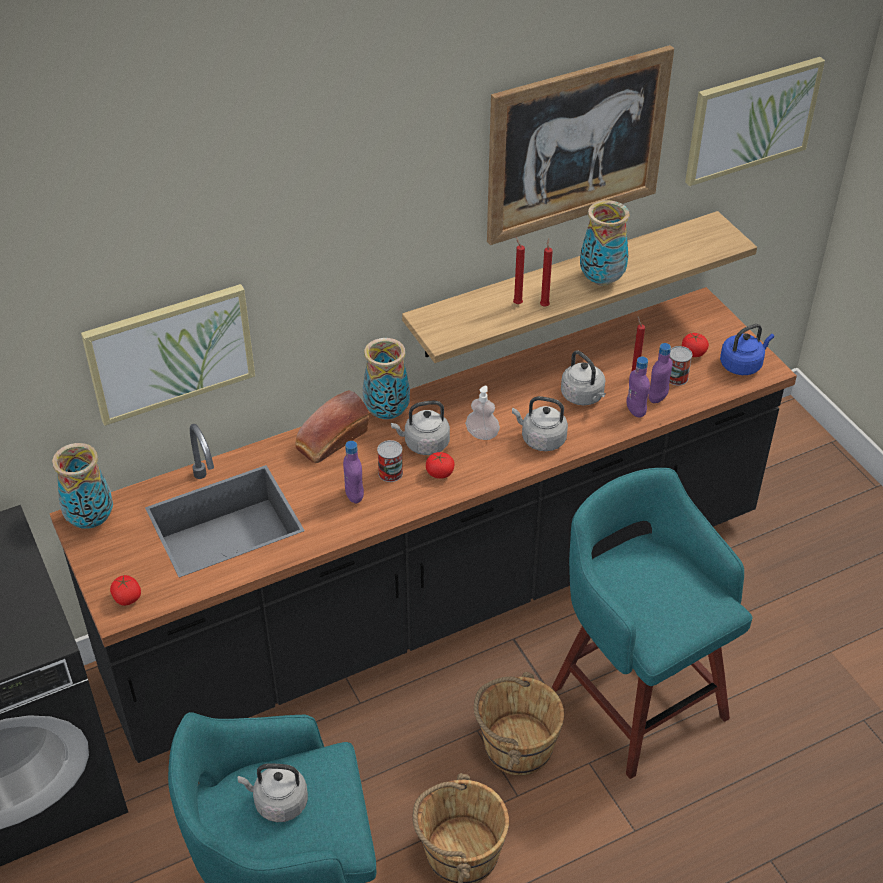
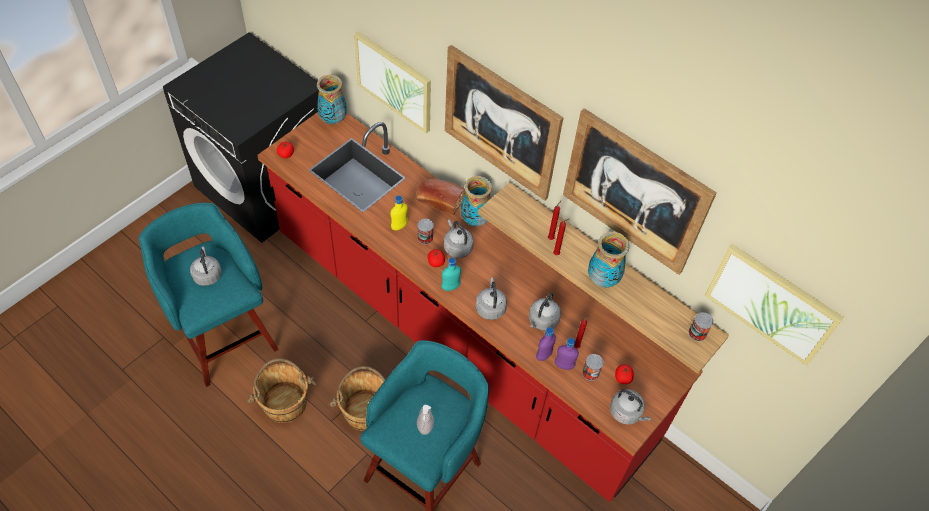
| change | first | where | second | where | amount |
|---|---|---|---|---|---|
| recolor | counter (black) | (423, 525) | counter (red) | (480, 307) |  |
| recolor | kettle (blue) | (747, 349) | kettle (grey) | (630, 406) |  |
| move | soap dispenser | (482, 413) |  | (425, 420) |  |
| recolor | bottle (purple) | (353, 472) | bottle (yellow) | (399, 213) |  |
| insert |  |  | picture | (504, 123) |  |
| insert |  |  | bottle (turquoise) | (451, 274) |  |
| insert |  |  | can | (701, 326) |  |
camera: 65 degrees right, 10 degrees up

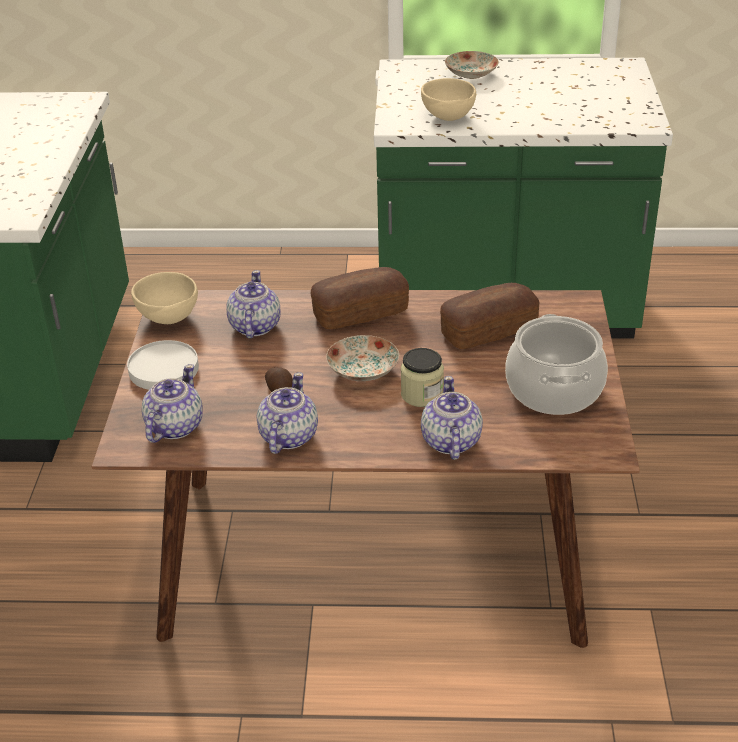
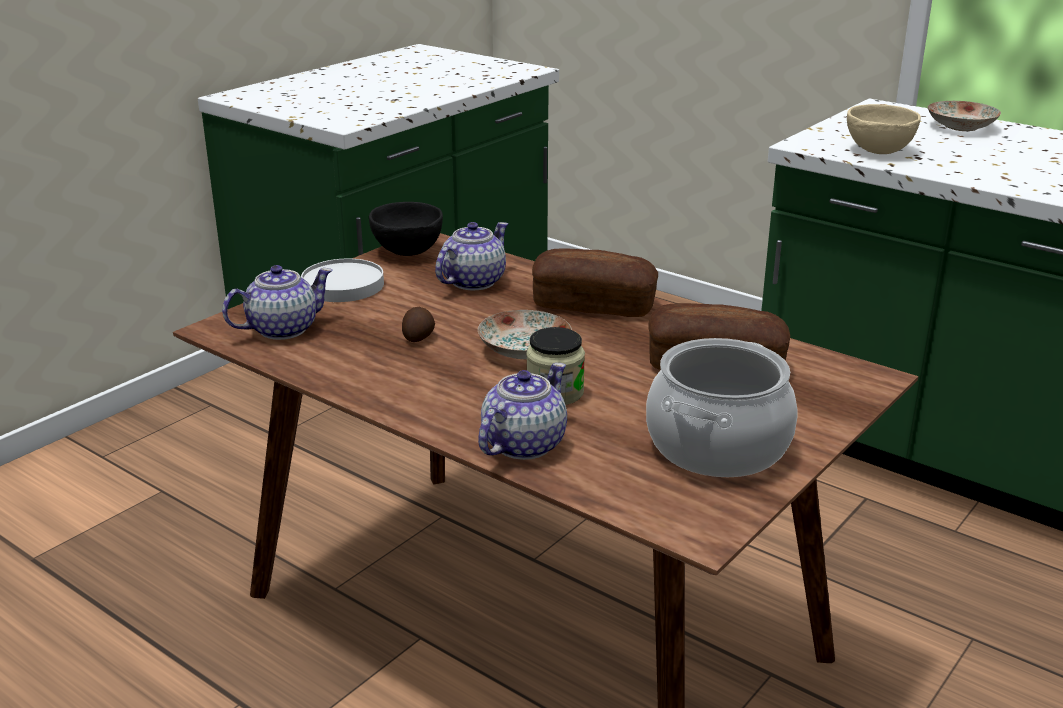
| change | first | where | second | where | amount |
|---|---|---|---|---|---|
| recolor | bowl (beige) | (164, 298) | bowl (black) | (406, 229) |  |
| delete | teapot | (287, 413) |  |  |  |
camera: 35 degrees right, 10 degrees down

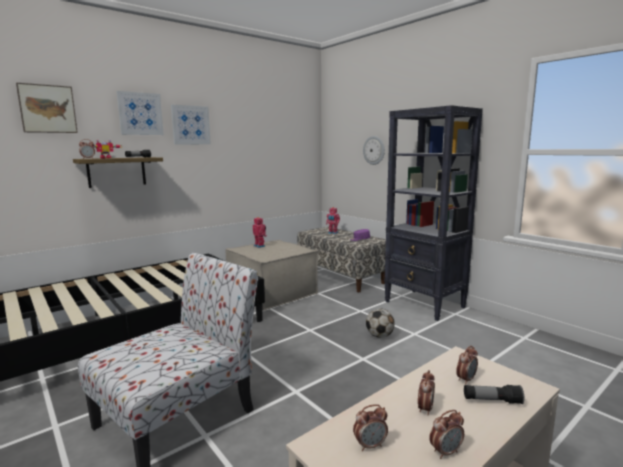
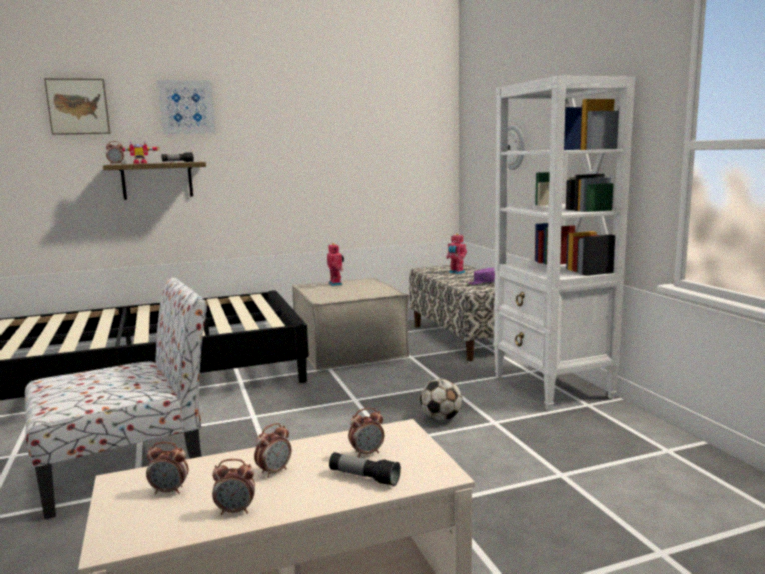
| change | first | where | second | where | amount |
|---|---|---|---|---|---|
| delete | picture | (191, 124) |  |  |  |
| recolor | bookcase (black) | (433, 213) | bookcase (white) | (564, 243) |  |
camera: 20 degrees right, 0 degrees up

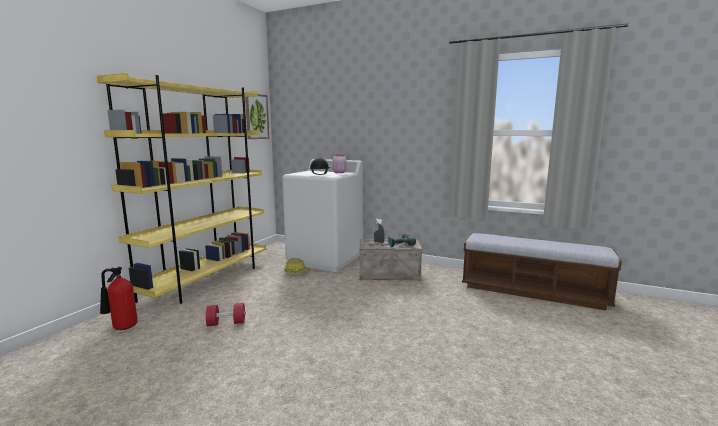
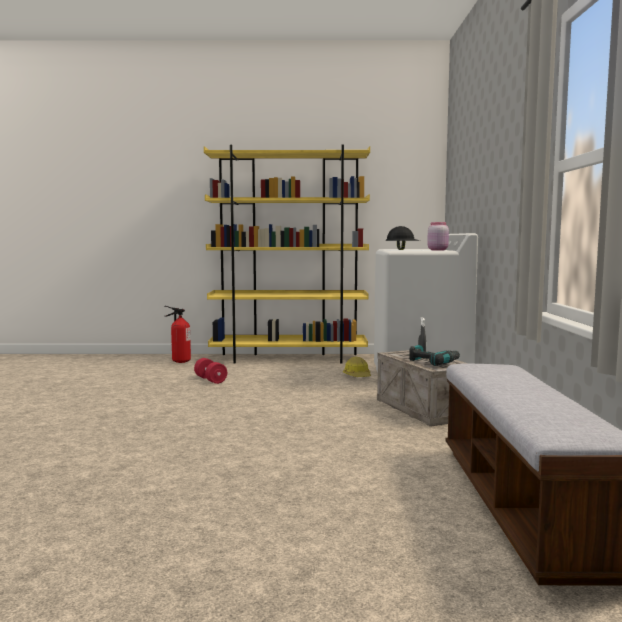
| change | first | where | second | where | amount |
|---|---|---|---|---|---|
| delete | picture | (257, 116) |  |  |  |
camera: 65 degrees right, 5 degrees down

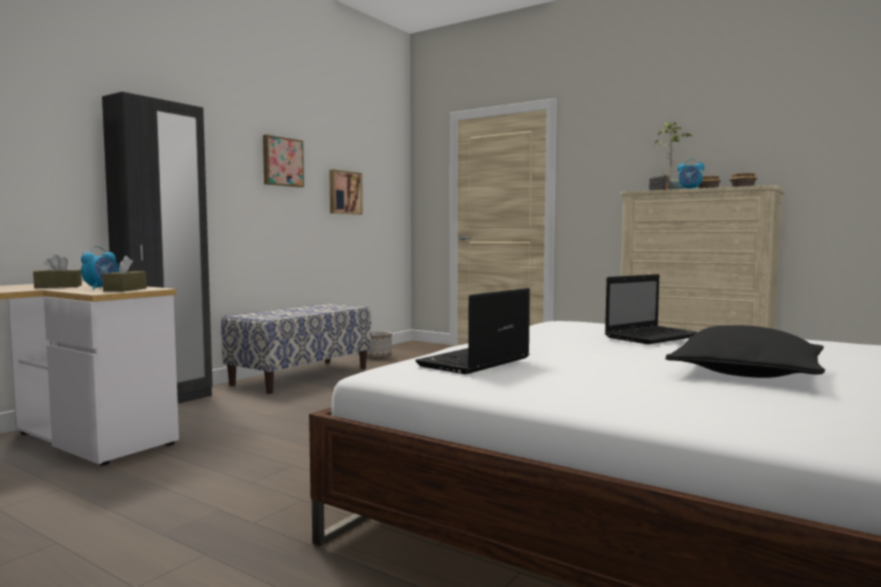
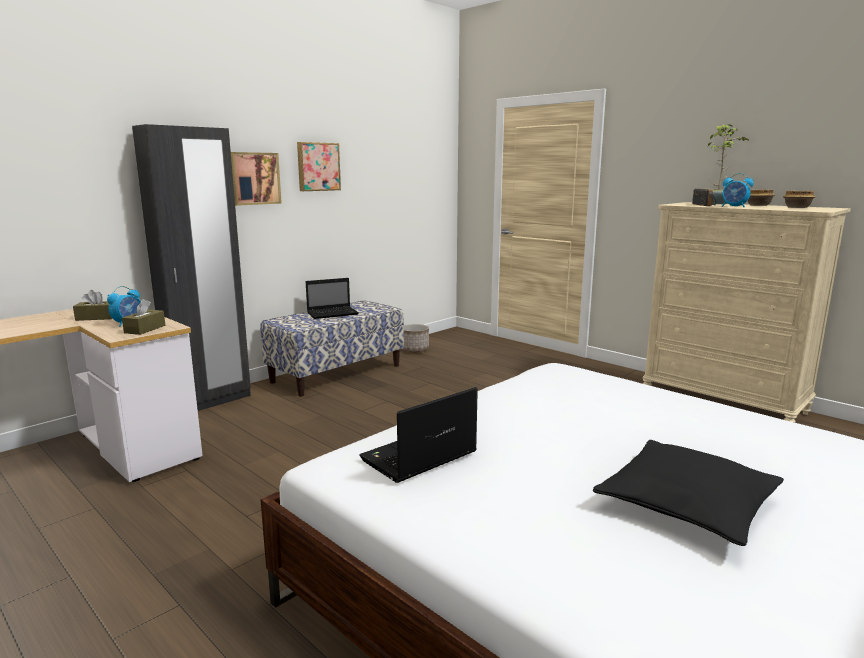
| change | first | where | second | where | amount |
|---|---|---|---|---|---|
| move | picture | (346, 192) |  | (256, 179) |  |
| move | laptop | (651, 309) |  | (332, 298) |  |
camera: 10 degrees right, 10 degrees up

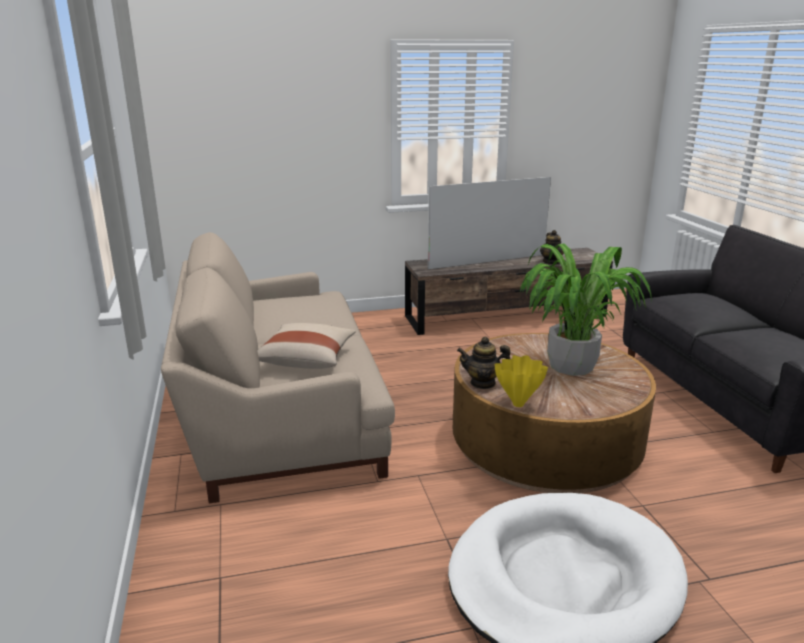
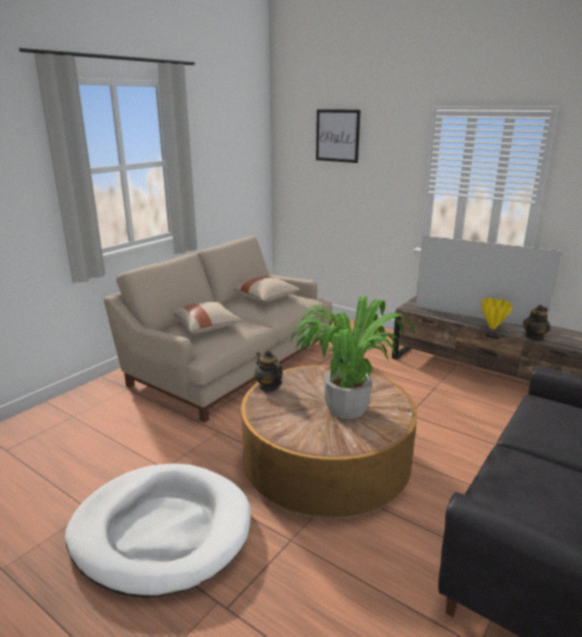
| change | first | where | second | where | amount |
|---|---|---|---|---|---|
| move | vase (yellow) | (521, 381) |  | (497, 313) |  |
| insert |  |  | picture | (338, 136) |  |
| insert |  |  | pillow (beige) | (267, 289) |  |
camera: 50 degrees right, 0 degrees up

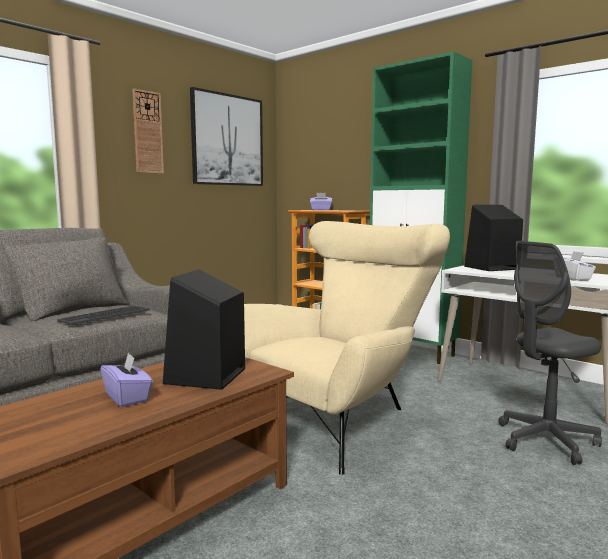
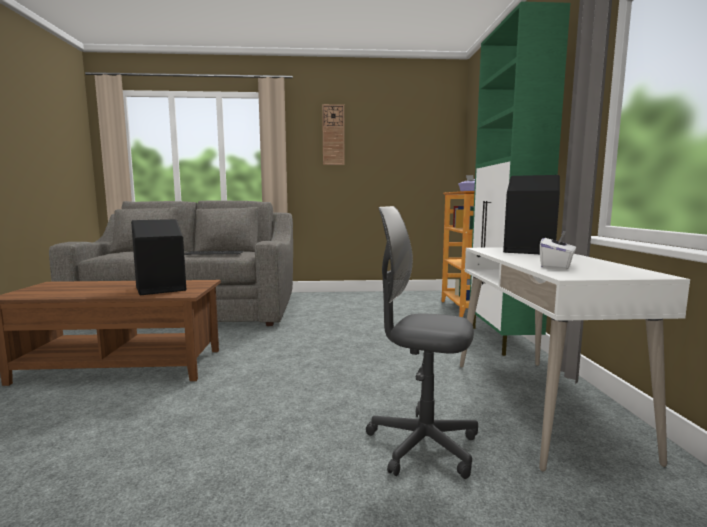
| change | first | where | second | where | amount |
|---|---|---|---|---|---|
| delete | picture | (226, 136) |  |  |  |
| delete | armchair (beige) | (347, 348) |  |  |  |
| delete | tissue box (purple) | (127, 379) |  |  |  |
camera: 45 degrees right, 0 degrees up

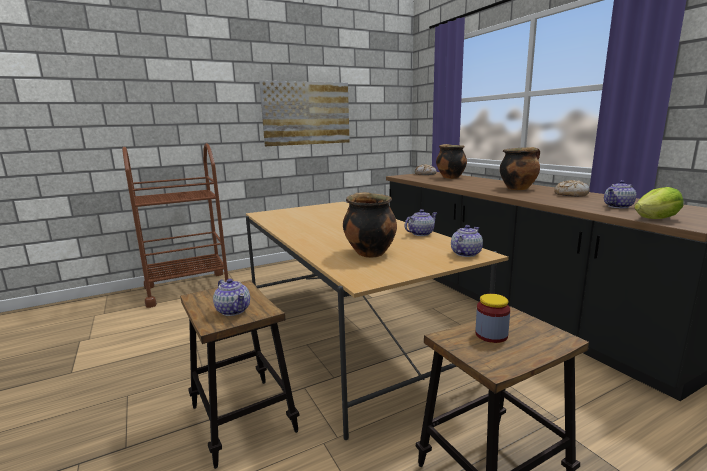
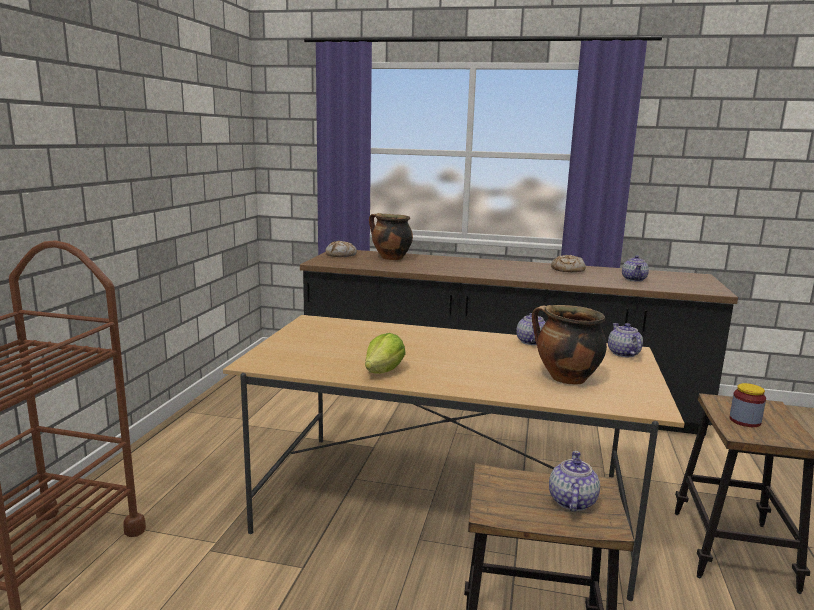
| change | first | where | second | where | amount |
|---|---|---|---|---|---|
| delete | picture | (304, 113) |  |  |  |
| delete | cooking pot | (520, 168) |  |  |  |
| move | lettuce | (659, 203) |  | (385, 353) |  |
| rotate | teapot | (231, 297) |  | (574, 481) | 75 degrees counterclockwise |
camera: 50 degrees left, 0 degrees up

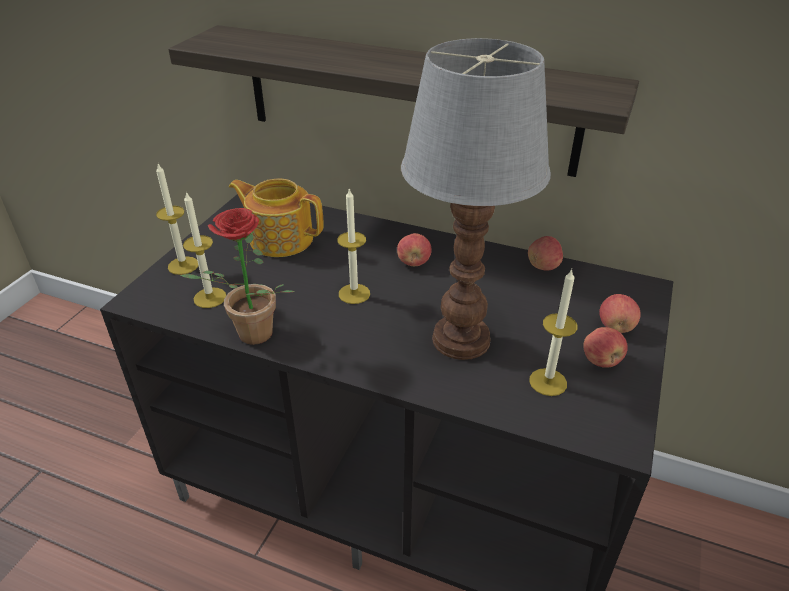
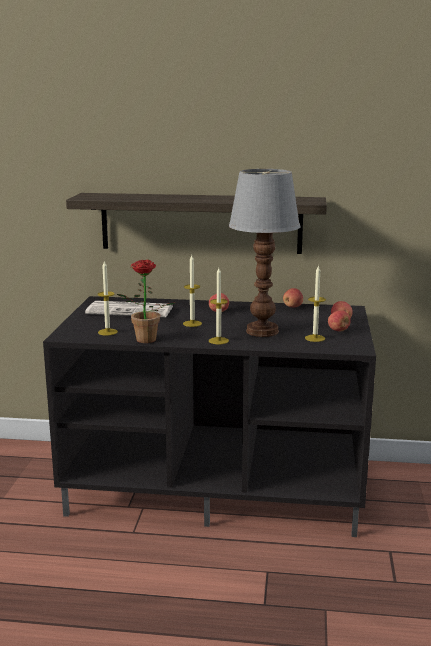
| change | first | where | second | where | amount |
|---|---|---|---|---|---|
| move | candle | (177, 219) |  | (219, 306) |  |
| replace | teapot | (276, 217) | newspaper | (129, 309) |  |
camera: 15 degrees left, 20 degrees down

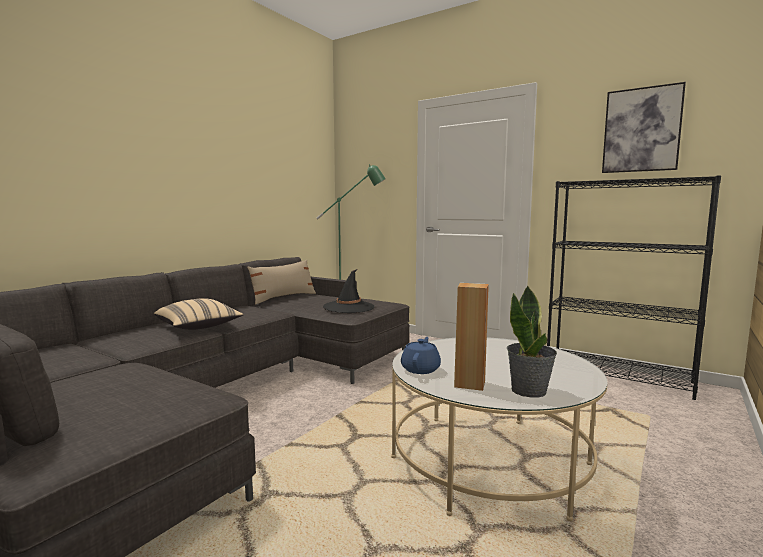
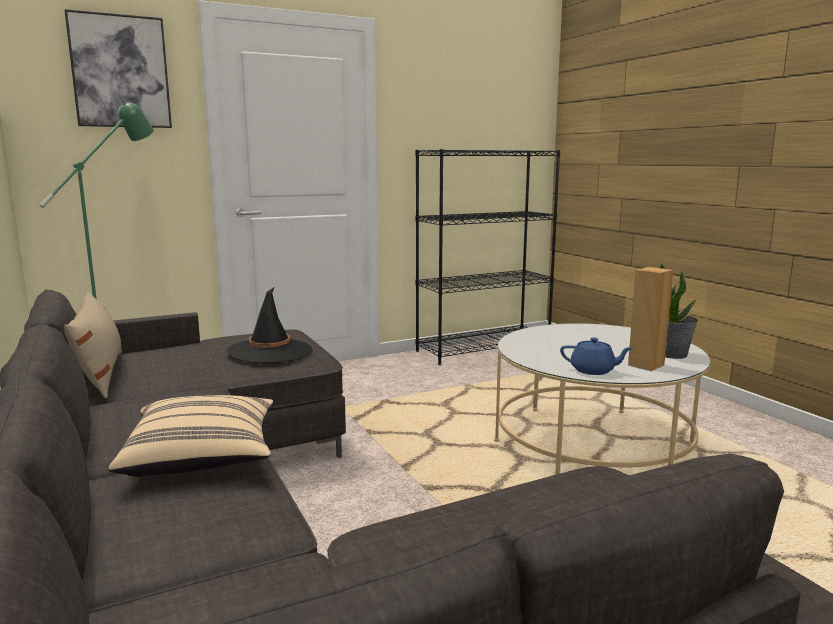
| change | first | where | second | where | amount |
|---|---|---|---|---|---|
| move | picture | (644, 127) |  | (118, 68) |  |
| rotate | teapot (blue) | (421, 355) |  | (596, 356) | 150 degrees clockwise |
camera: 60 degrees left, 5 degrees up

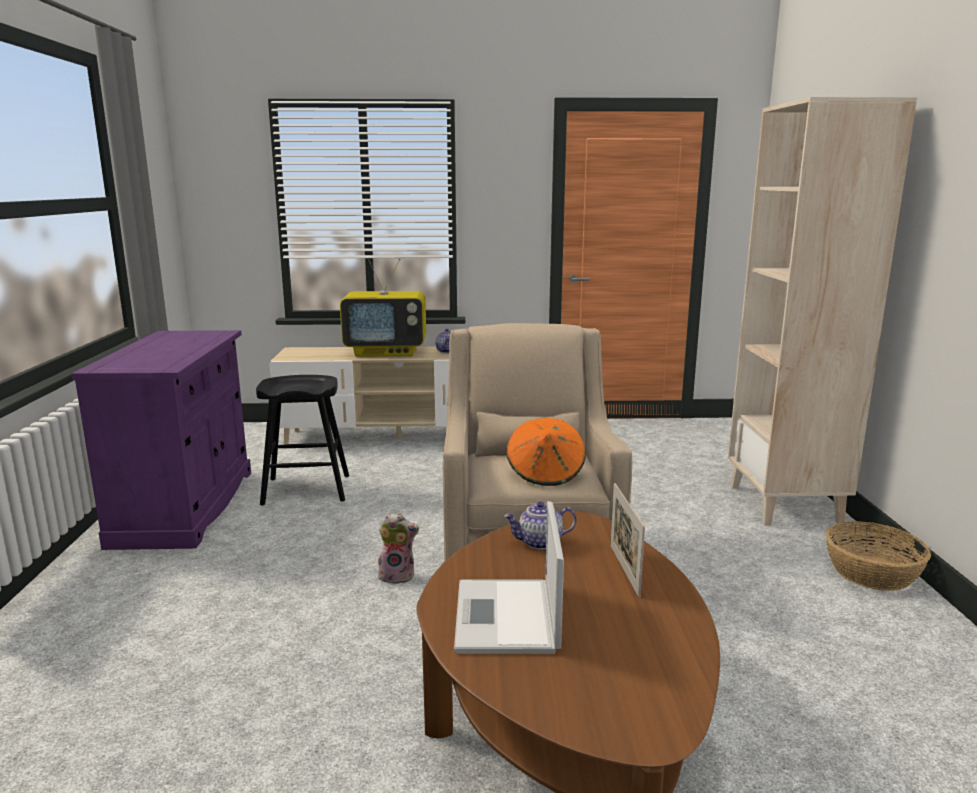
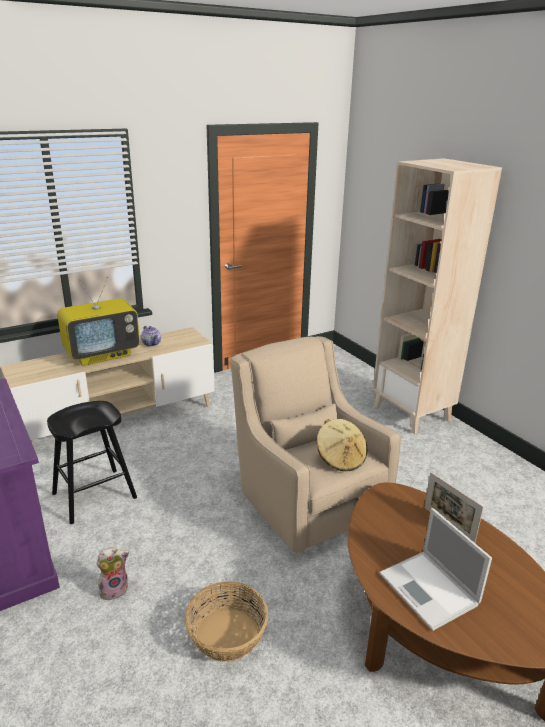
| change | first | where | second | where | amount |
|---|---|---|---|---|---|
| recolor | hat (orange) | (546, 452) | hat (beige) | (342, 445) |  |
| delete | teapot | (540, 526) |  |  |  |
| move | plush toy | (398, 548) |  | (112, 573) |  |
| move | basket | (878, 556) |  | (226, 621) |  |
camera: 30 degrees left, 10 degrees up

